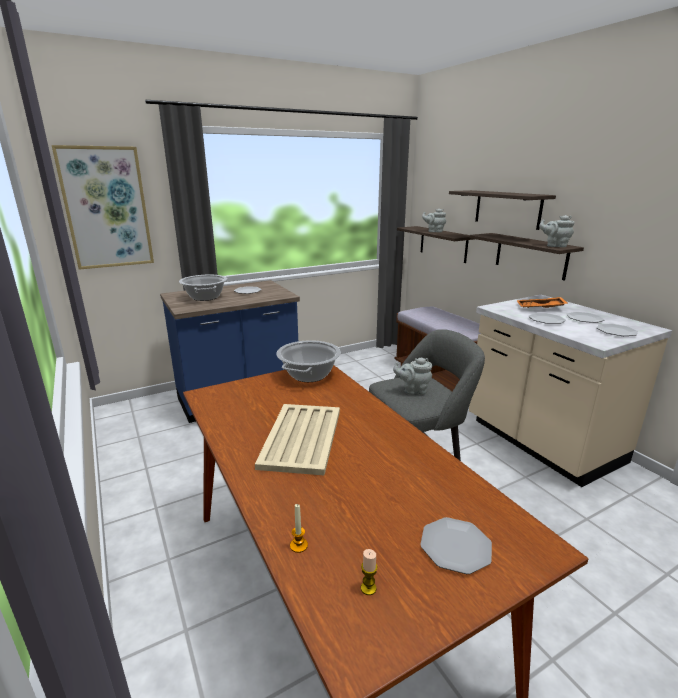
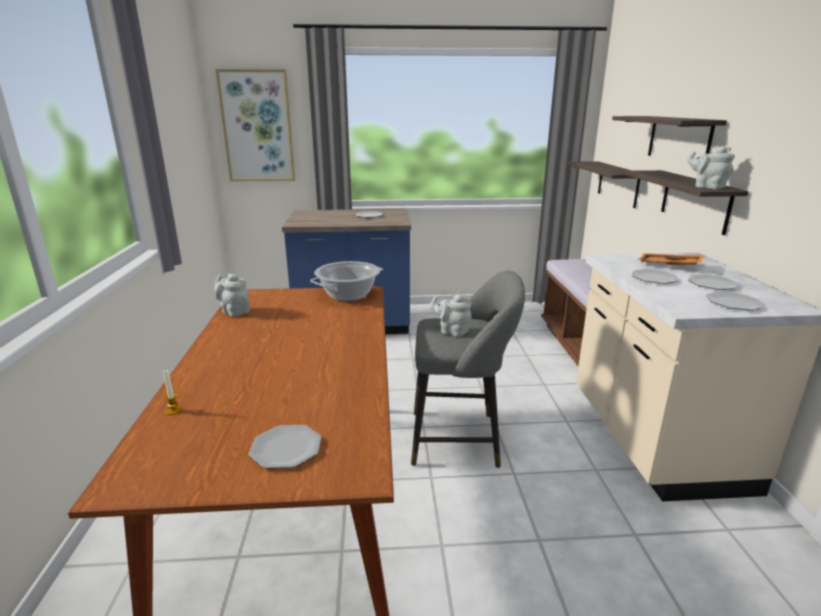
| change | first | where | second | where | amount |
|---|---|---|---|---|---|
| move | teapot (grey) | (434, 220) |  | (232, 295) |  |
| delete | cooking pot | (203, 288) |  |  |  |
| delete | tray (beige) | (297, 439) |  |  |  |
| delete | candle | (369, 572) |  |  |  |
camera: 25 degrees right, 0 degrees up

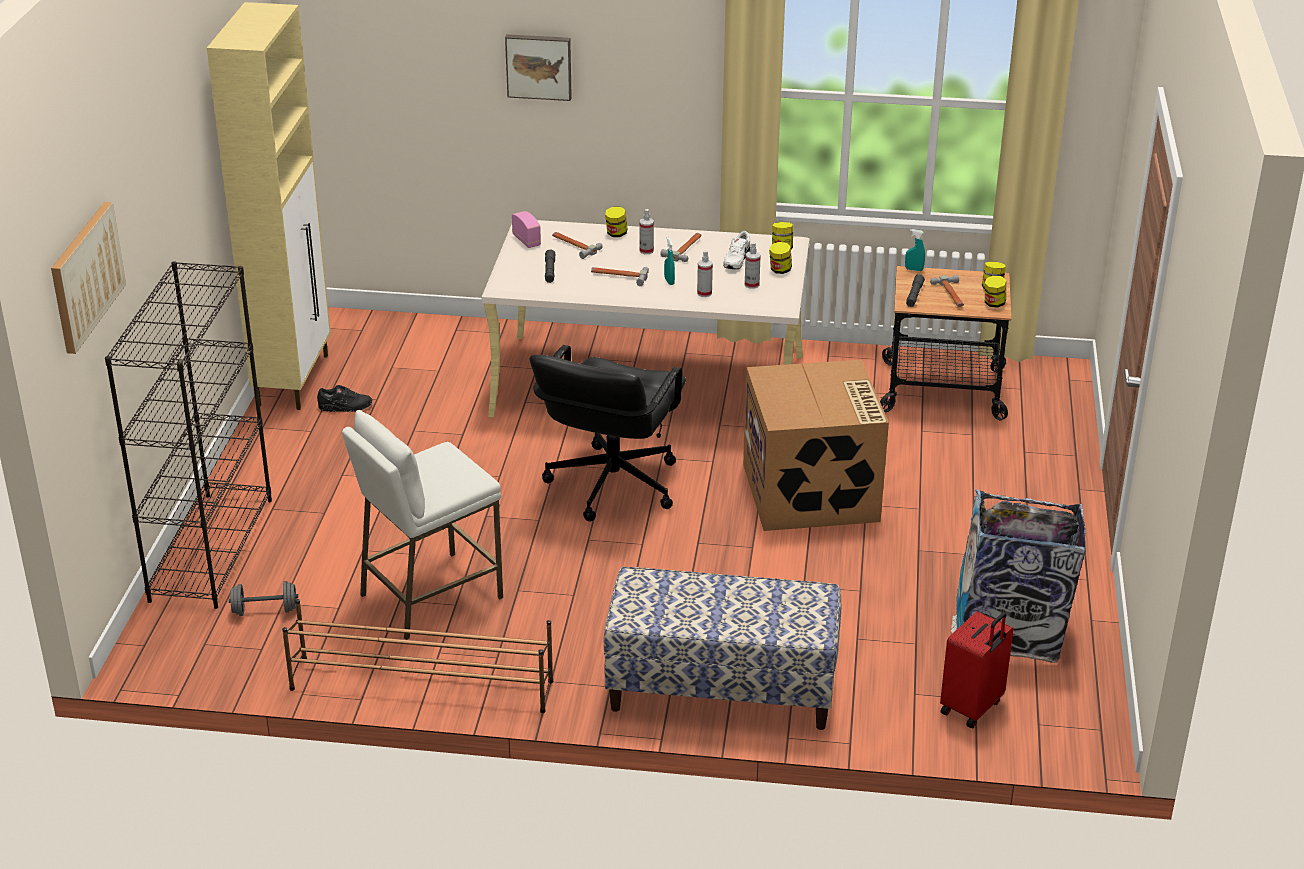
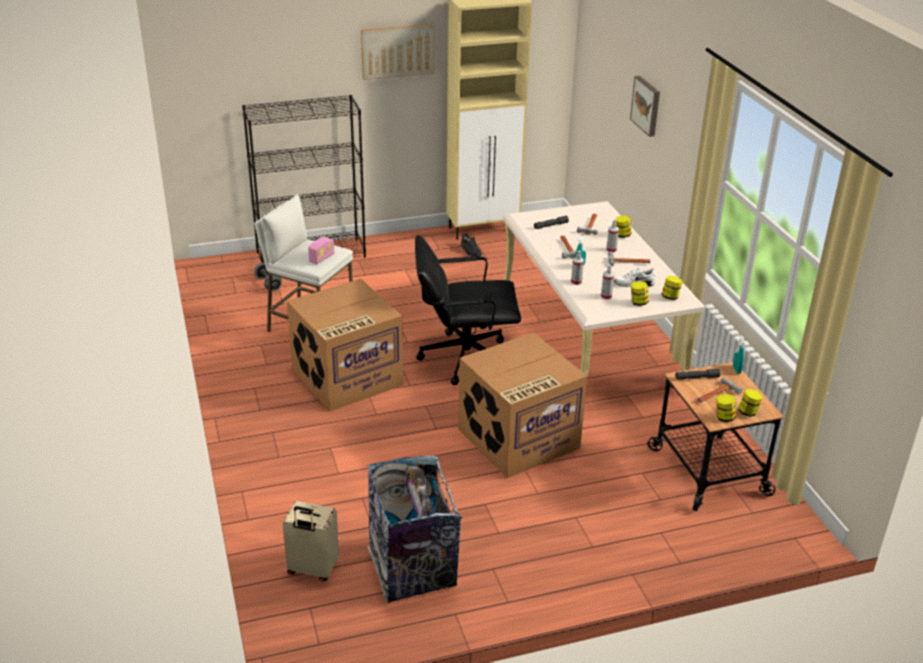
| change | first | where | second | where | amount |
|---|---|---|---|---|---|
| move | picture | (88, 278) |  | (398, 52) |  |
| move | radio | (526, 229) |  | (321, 250) |  |
| delete | bench | (722, 648) |  |  |  |
| delete | shoe rack (brown) | (417, 656) |  |  |  |
| recolor | suitcase (red) | (977, 669) | suitcase (beige) | (310, 541) |  |
| insert |  |  | cardboard box | (345, 345) |  |
camera: 65 degrees right, 0 degrees up

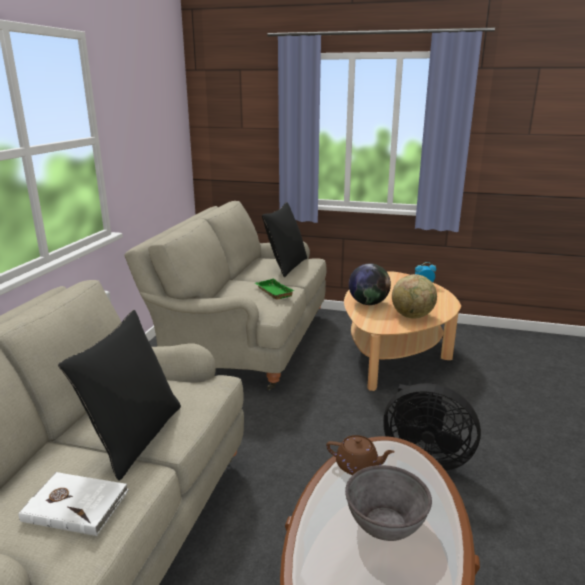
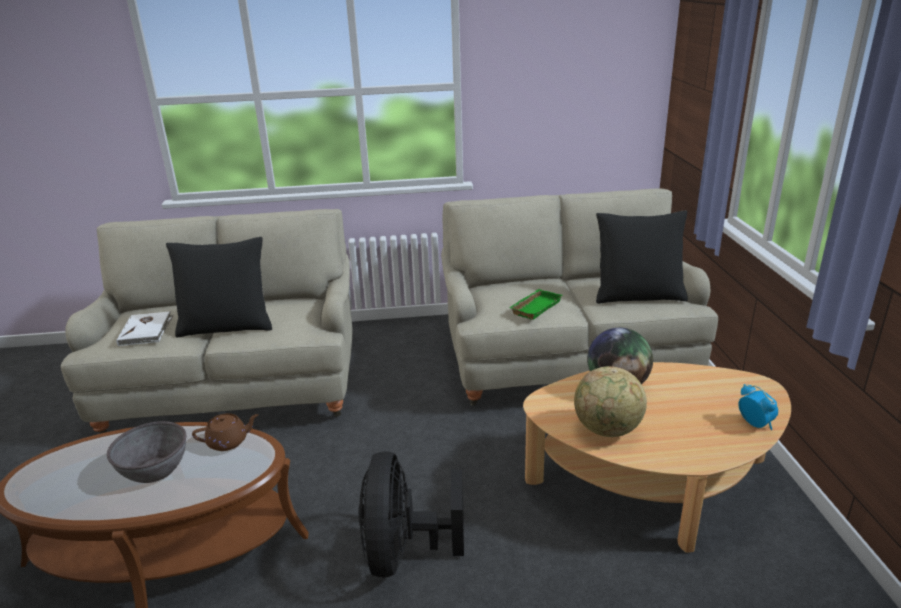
| change | first | where | second | where | amount |
|---|---|---|---|---|---|
| rotate | teapot (brown) | (360, 455) |  | (225, 432) | 105 degrees counterclockwise |
camera: 70 degrees right, 5 degrees up

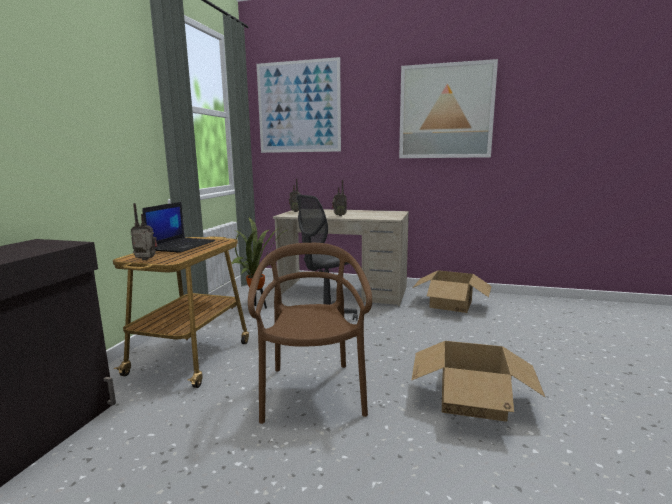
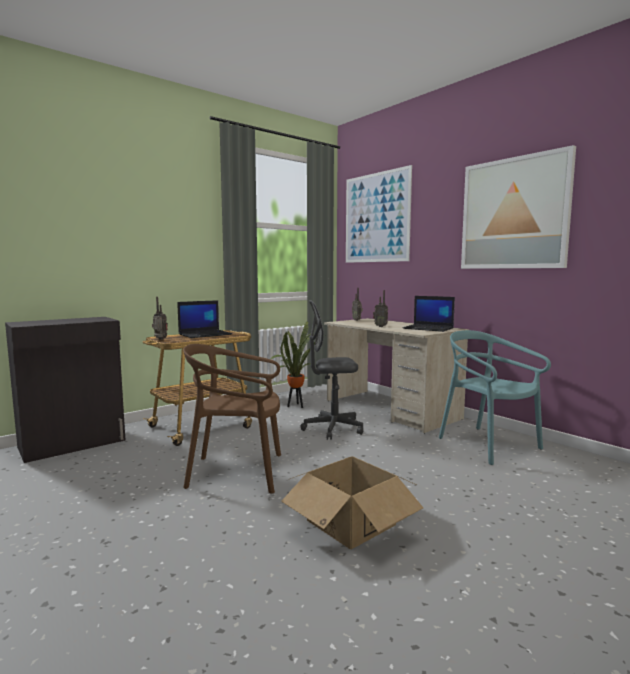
| change | first | where | second | where | amount |
|---|---|---|---|---|---|
| rotate | chair (brown) | (310, 333) |  | (232, 419) | 120 degrees counterclockwise |
| replace | cardboard box | (452, 291) | chair (turquoise) | (495, 397) |  |
| insert |  |  | laptop | (428, 314) |  |
camera: 35 degrees right, 5 degrees down

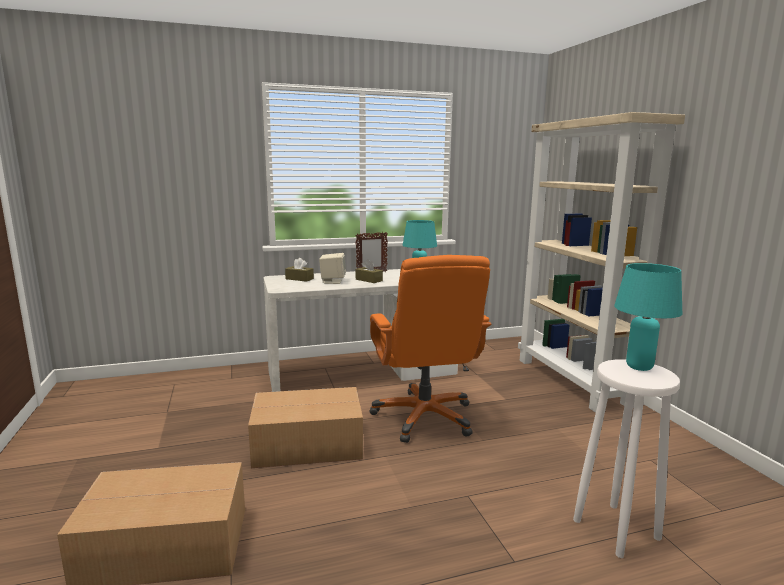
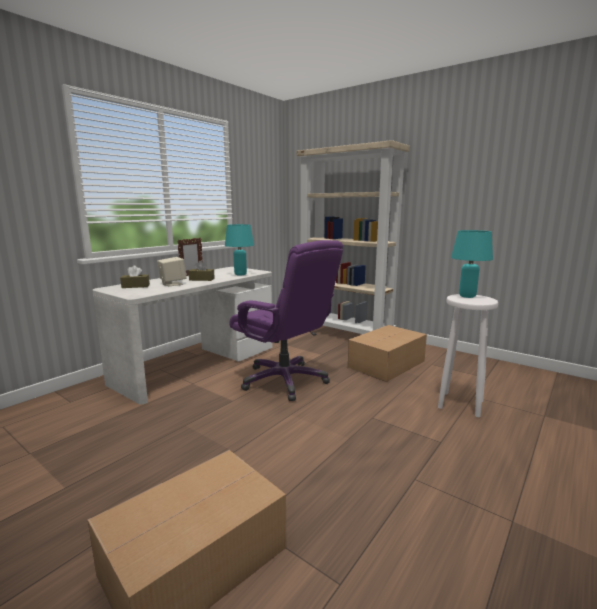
| change | first | where | second | where | amount |
|---|---|---|---|---|---|
| recolor | office chair (orange) | (430, 349) | office chair (purple) | (286, 320) |  |
| move | cardboard box | (305, 427) |  | (387, 353) |  |
camera: 35 degrees left, 0 degrees up

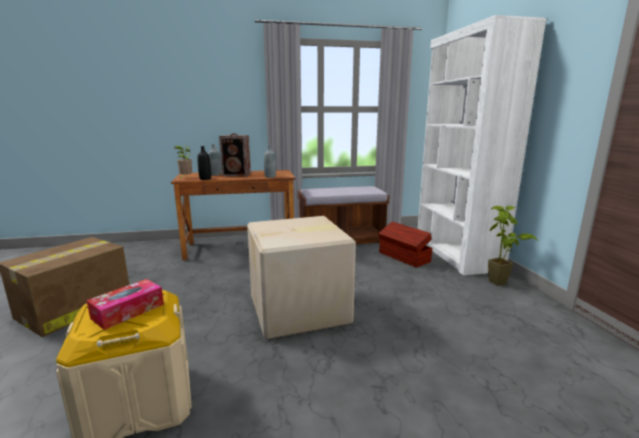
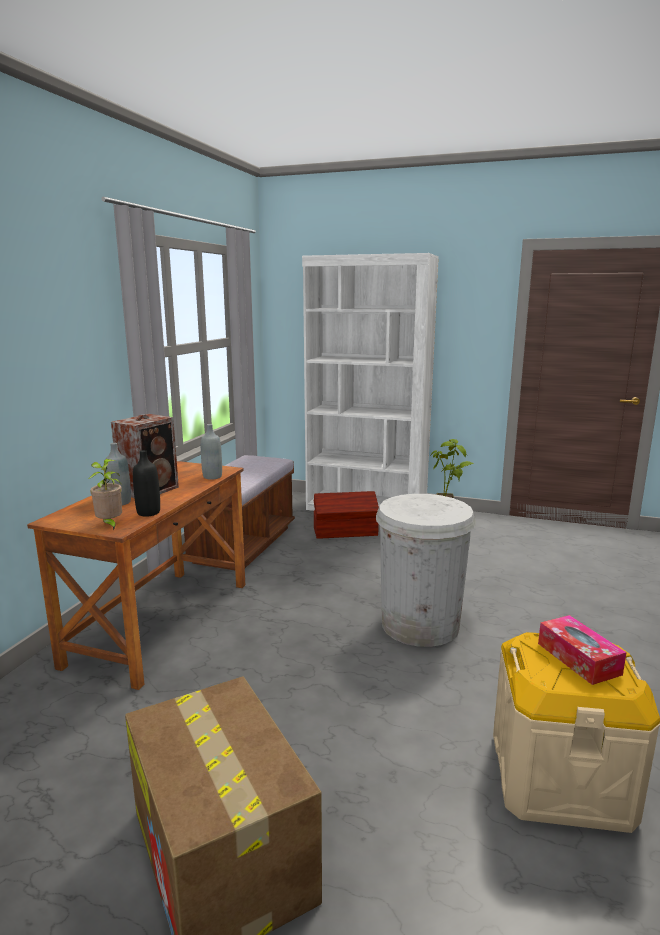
| change | first | where | second | where | amount |
|---|---|---|---|---|---|
| replace | cardboard box | (301, 278) | trash can (white) | (426, 570) |  |
camera: 60 degrees left, 0 degrees up

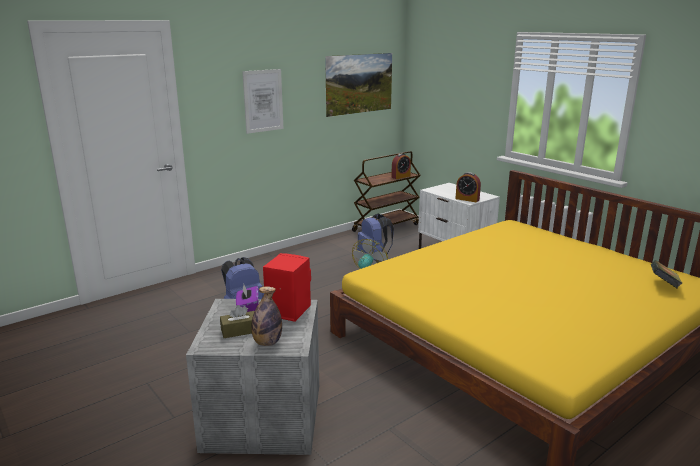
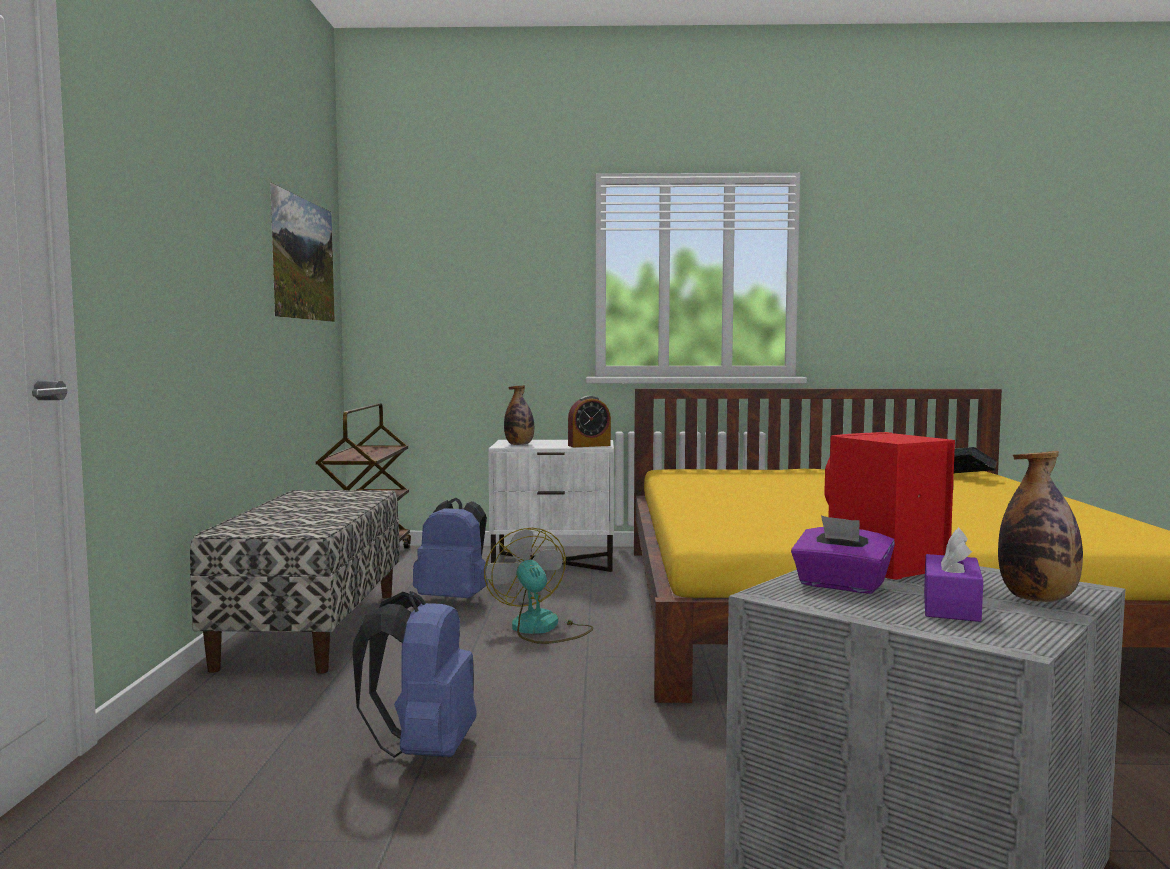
| change | first | where | second | where | amount |
|---|---|---|---|---|---|
| delete | picture | (262, 101) |  |  |  |
| delete | alarm clock | (401, 166) |  |  |  |
| recolor | tissue box (brown) | (237, 321) | tissue box (purple) | (953, 574) |  |
| insert |  |  | bottle | (519, 415) |  |
| insert |  |  | bench | (295, 581) |  |
camera: 50 degrees left, 15 degrees down

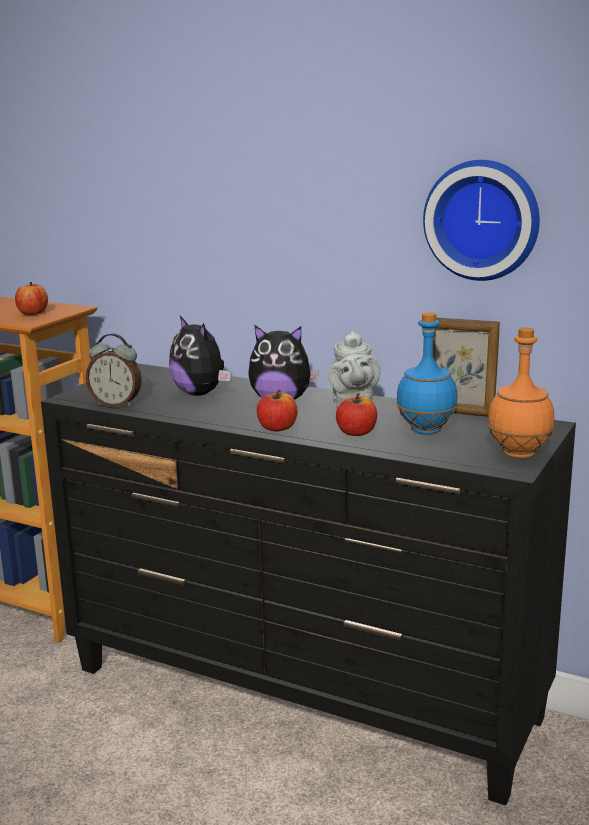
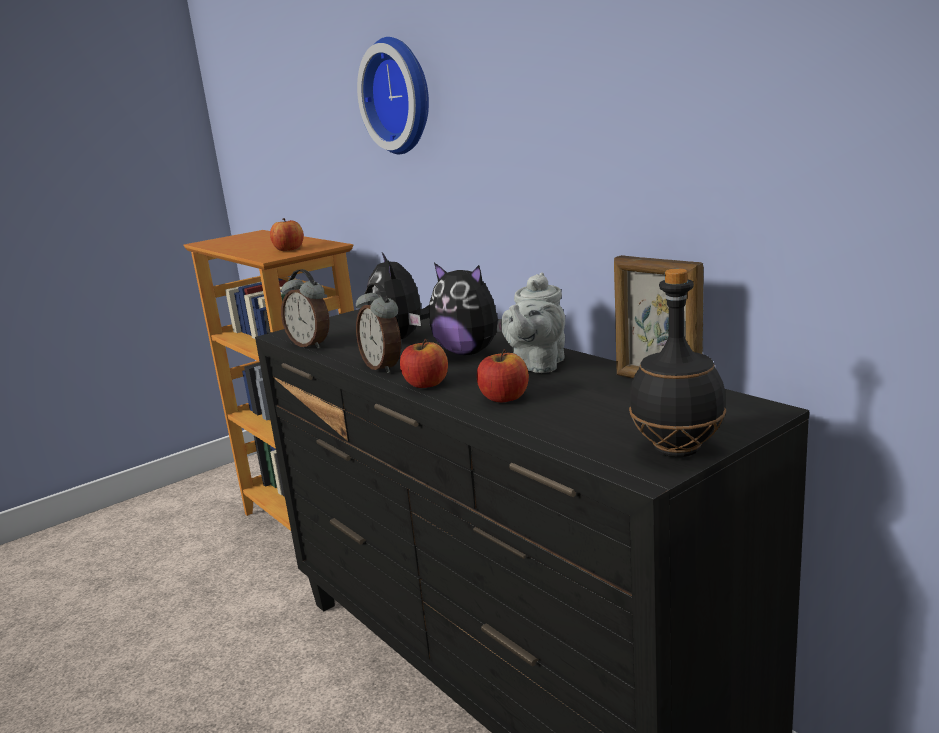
| change | first | where | second | where | amount |
|---|---|---|---|---|---|
| move | wall clock | (481, 220) |  | (393, 95) |  |
| delete | bottle (blue) | (427, 373) |  |  |  |
| recolor | bottle (orange) | (521, 393) | bottle (black) | (677, 363) |  |
| insert |  |  | alarm clock | (378, 328) |  |
camera: 25 degrees right, 0 degrees up

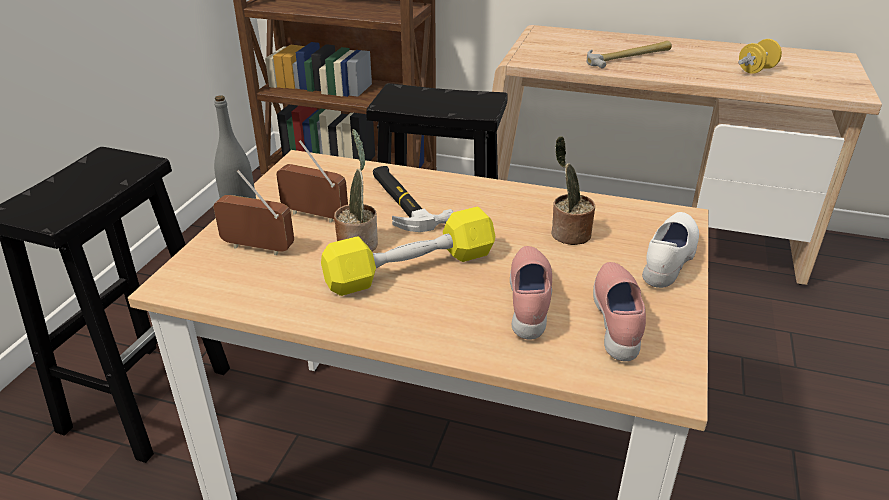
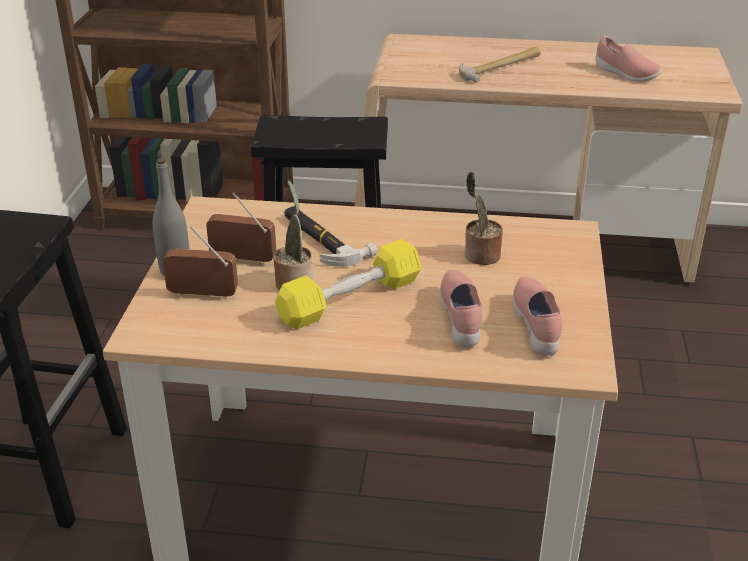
| change | first | where | second | where | amount |
|---|---|---|---|---|---|
| replace | dumbbell (yellow) | (760, 56) | shoe (pink) | (628, 59) |  |
| delete | shoe (white) | (670, 250) |  |  |  |
camera: 10 degrees left, 0 degrees up

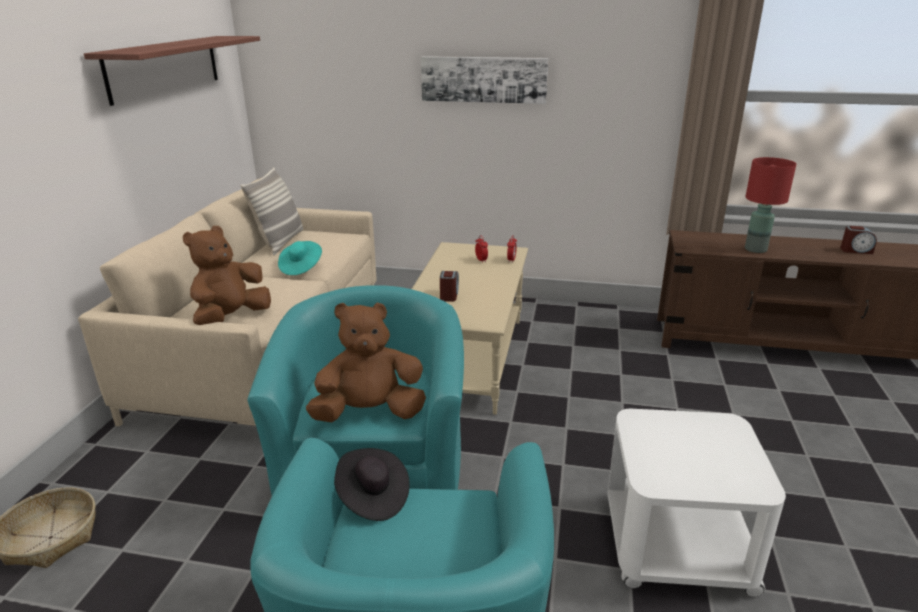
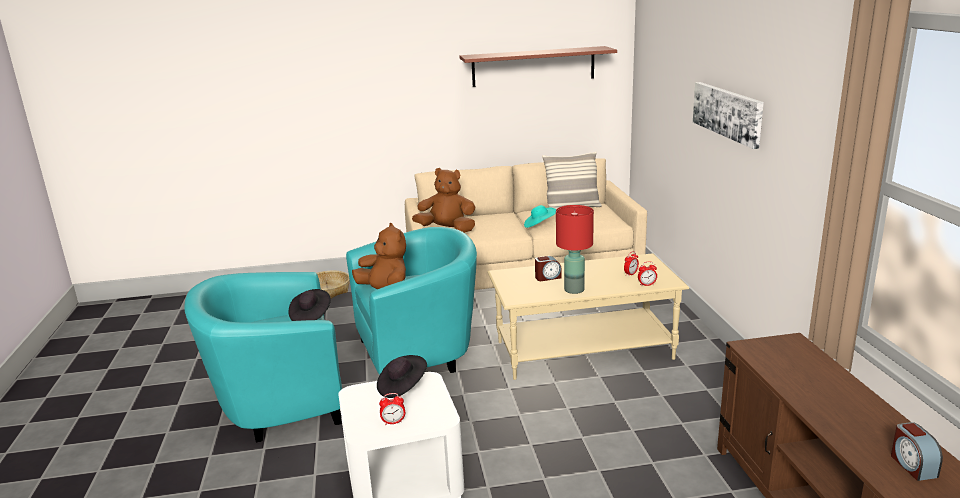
| change | first | where | second | where | amount |
|---|---|---|---|---|---|
| move | table lamp (red) | (770, 205) |  | (575, 249) |  |
| insert |  |  | hat (black) | (402, 376) |  |
| insert |  |  | alarm clock | (392, 409) |  |
camera: 70 degrees right, 5 degrees down

